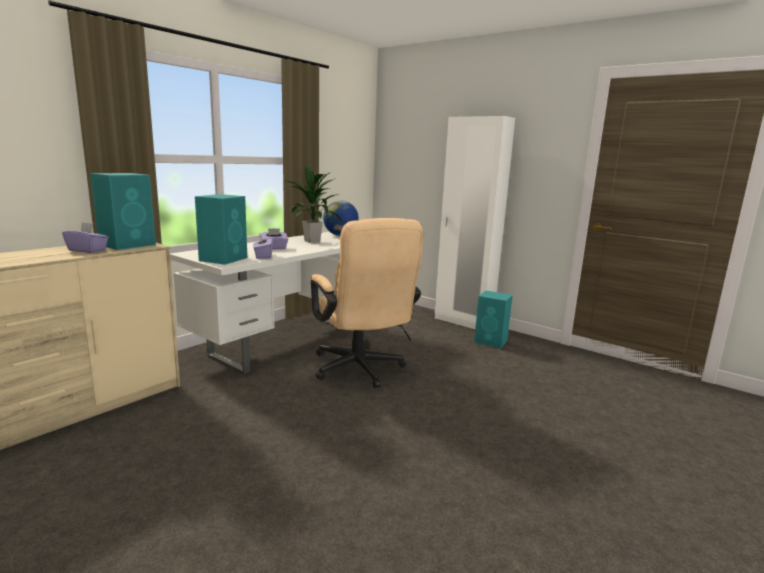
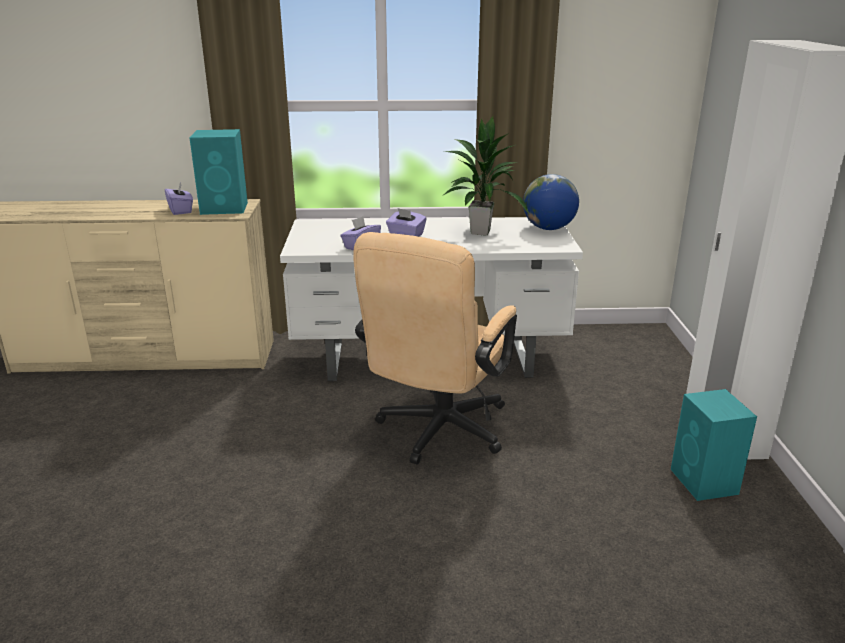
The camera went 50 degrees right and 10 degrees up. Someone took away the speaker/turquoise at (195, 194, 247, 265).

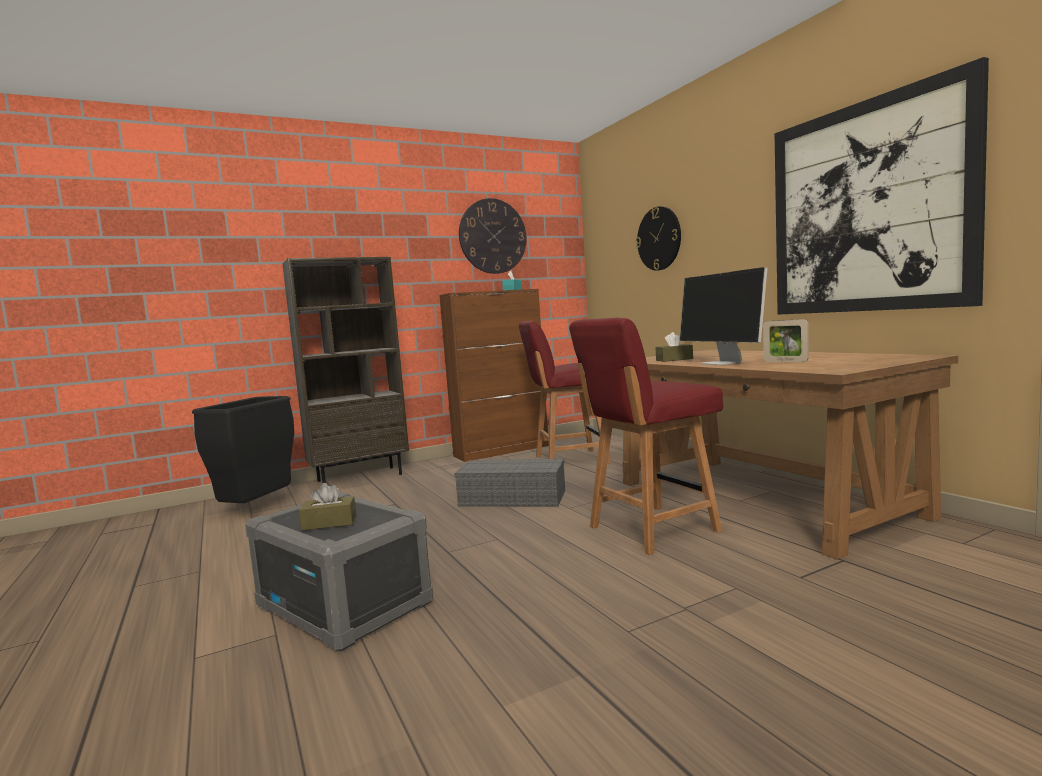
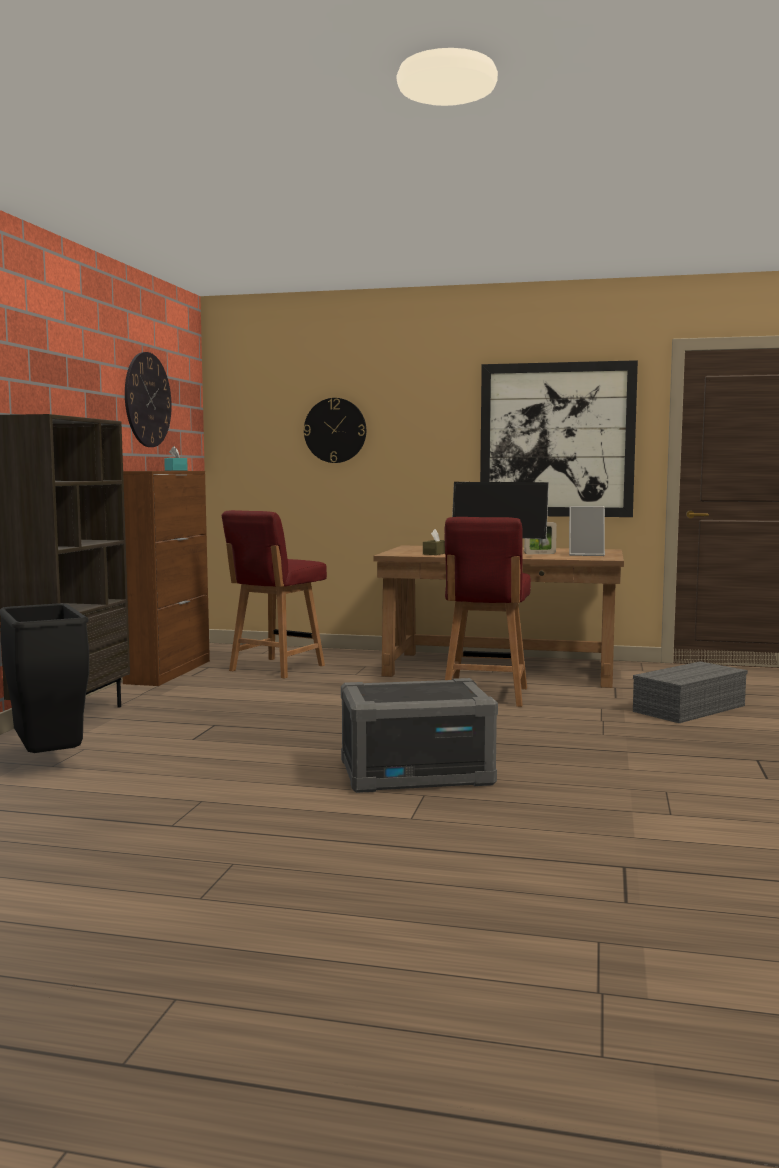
The camera went 50 degrees left and 0 degrees up. Someone took away the box of tissues/brownish at (299, 483, 356, 531). Someone carried the storage container/grey from (454, 459, 565, 507) to (633, 661, 748, 723). Someone put down the picture frame at (569, 506, 605, 556).

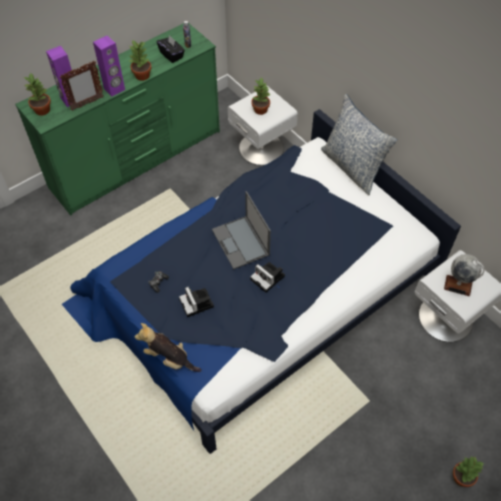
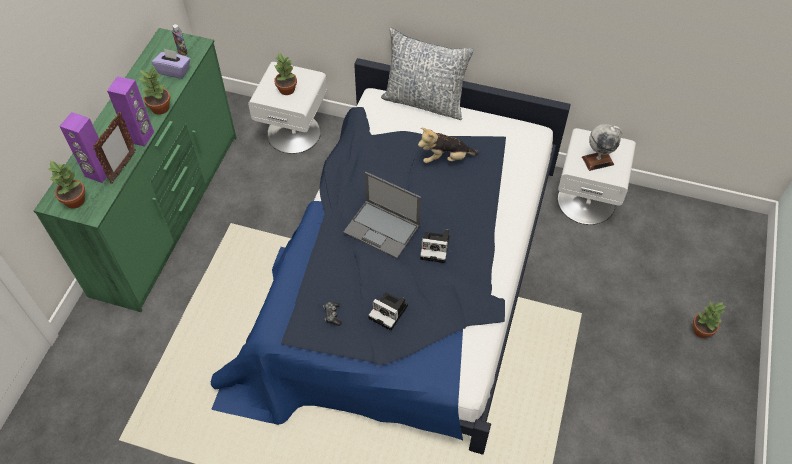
The camera went 35 degrees left and 0 degrees up. Someone carried the soft toy from (135, 323, 202, 372) to (418, 128, 480, 163). Someone repainted the box of tissues/black at (157, 35, 185, 63), which became the box of tissues/purple at (152, 48, 190, 79).

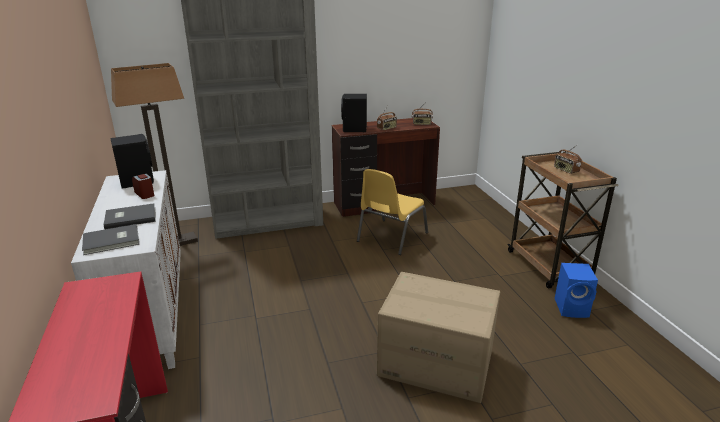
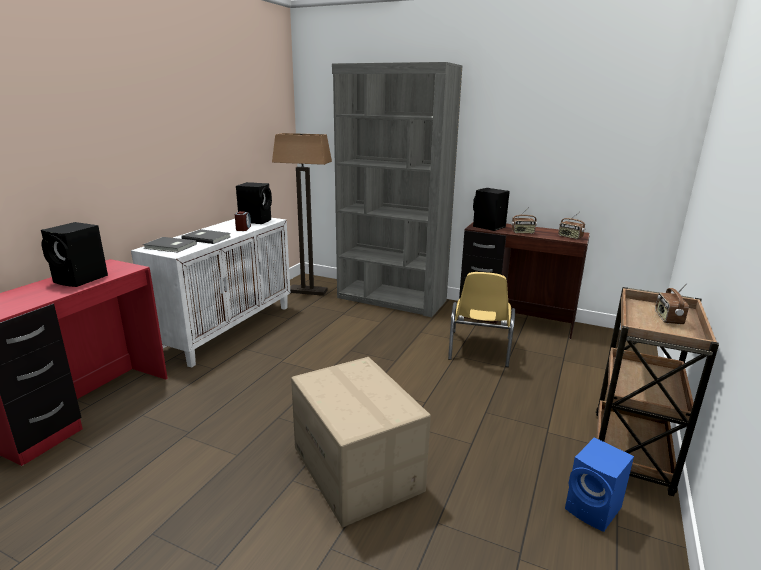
The camera went 40 degrees right and 5 degrees down. Someone rotated the upright chair/yellowish at (357, 169, 428, 255) by 60 degrees counterclockwise. Someone put down the speaker/black at (41, 222, 108, 287).

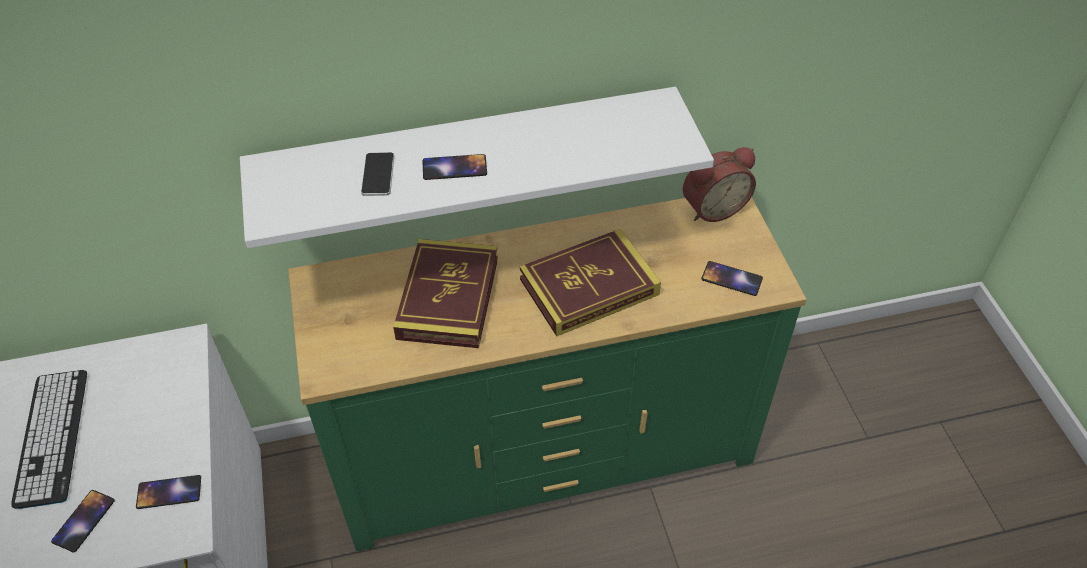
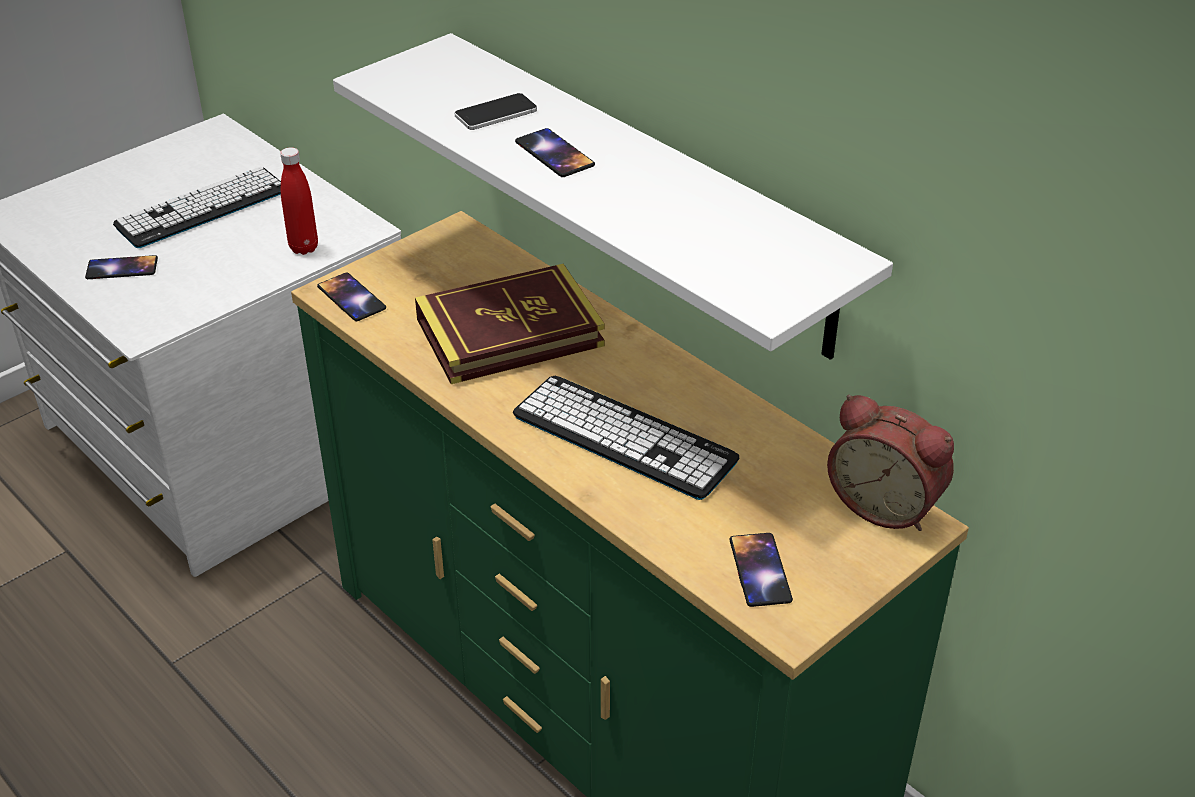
The camera went 60 degrees right and 10 degrees down. Someone carried the telephone from (136, 475, 201, 509) to (317, 273, 386, 321). Someone swapped the book at (520, 229, 661, 337) for the keyboard at (513, 376, 739, 500). Someone put down the beverage bottle/red-coloured at (280, 147, 318, 255).

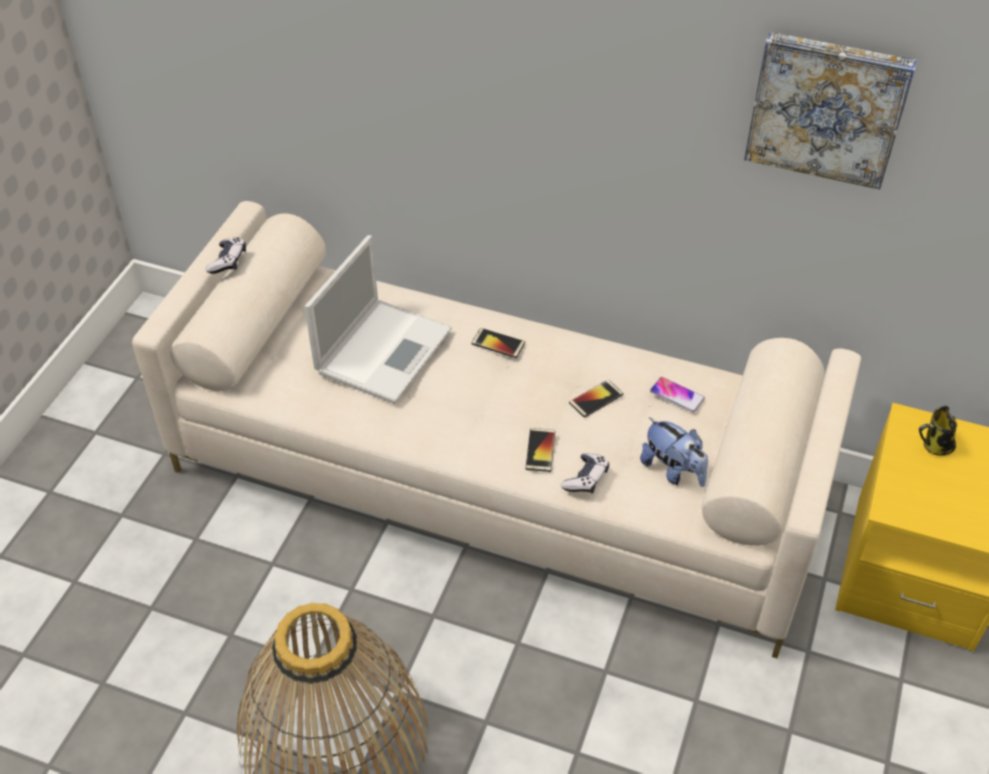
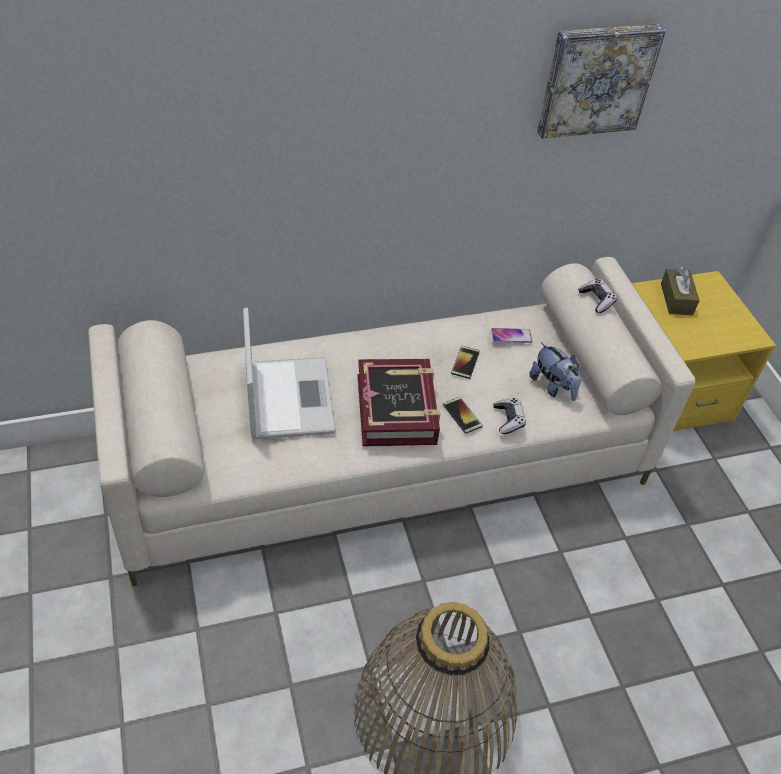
The camera went 40 degrees left and 0 degrees up. Someone carried the game controller from (206, 237, 246, 274) to (578, 279, 617, 313). Someone took away the telephone at (471, 328, 525, 358). Someone rotated the soft toy at (640, 417, 708, 487) by 45 degrees clockwise. Someone swapped the tea mug at (919, 406, 957, 456) for the box of tissues/brownish at (661, 267, 700, 315). Someone put down the book at (358, 359, 440, 446).

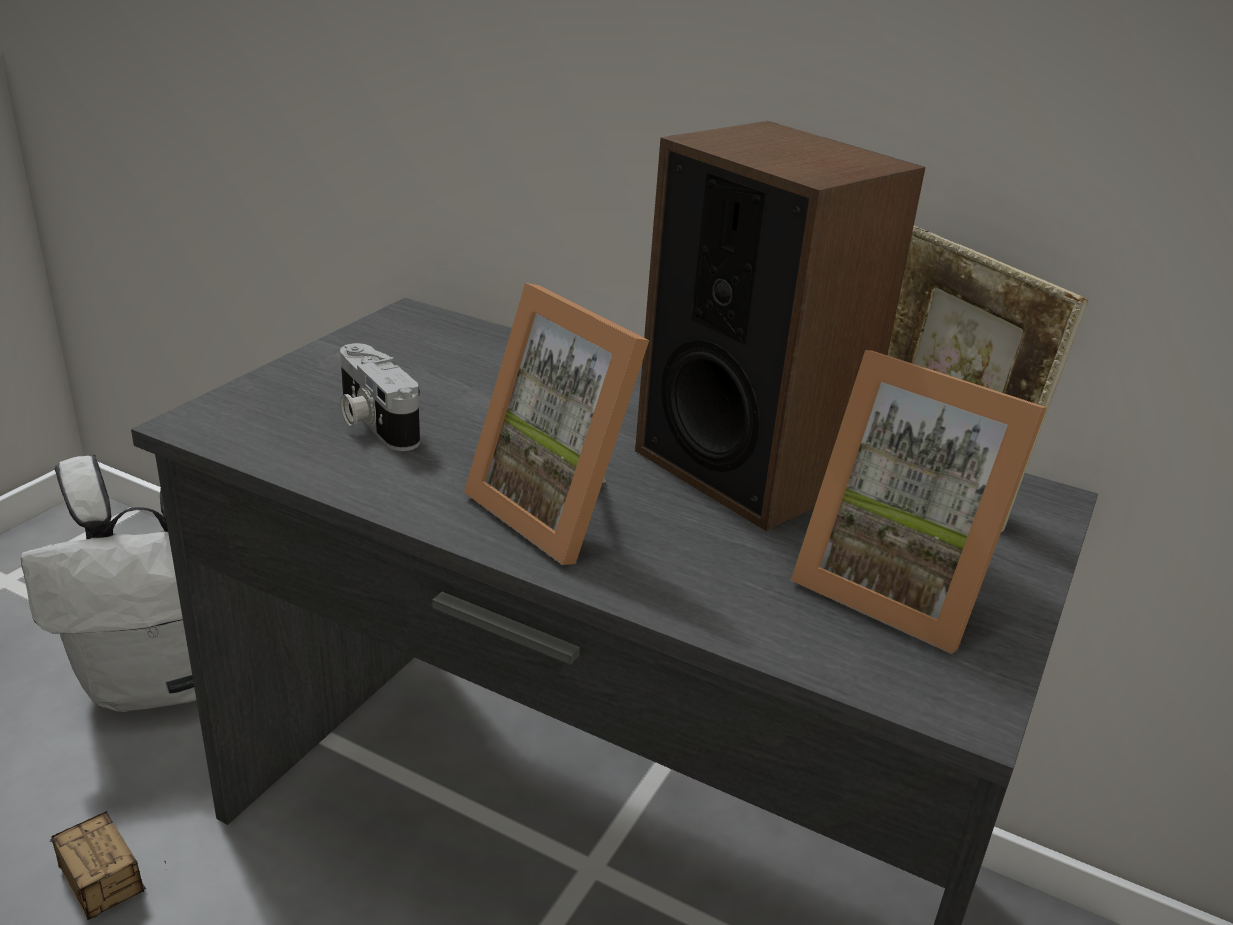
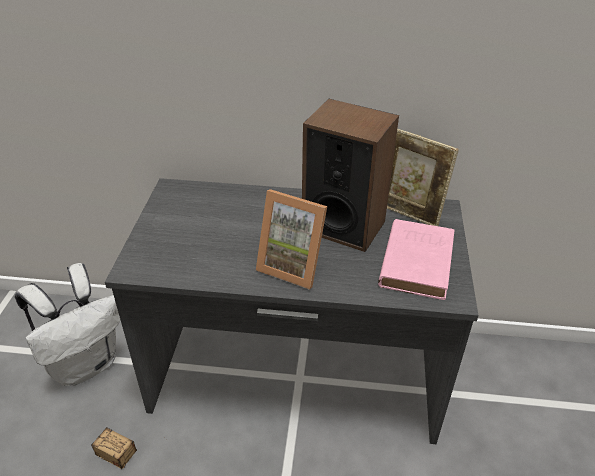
The camera went 20 degrees left and 10 degrees up. Someone took away the still camera at (340, 343, 420, 451). Someone swapped the picture frame at (791, 350, 1047, 654) for the book/pink-coloured at (378, 219, 454, 300).

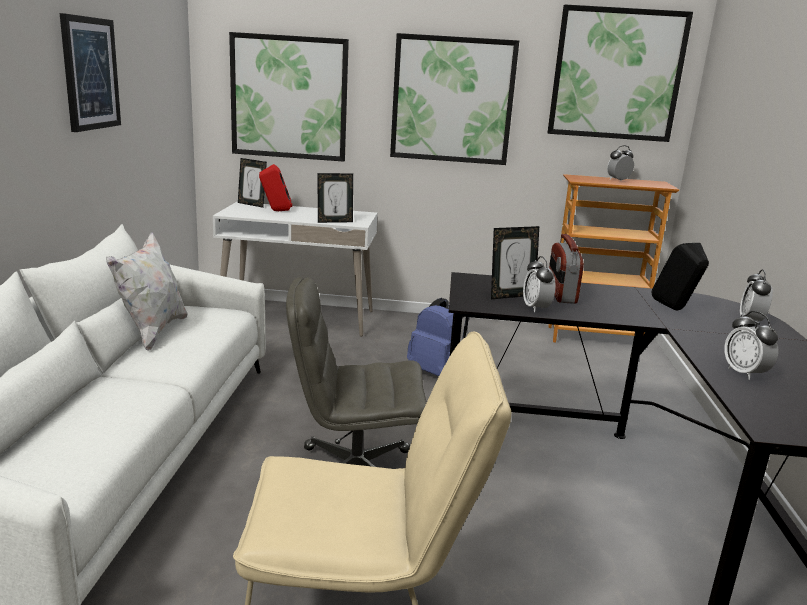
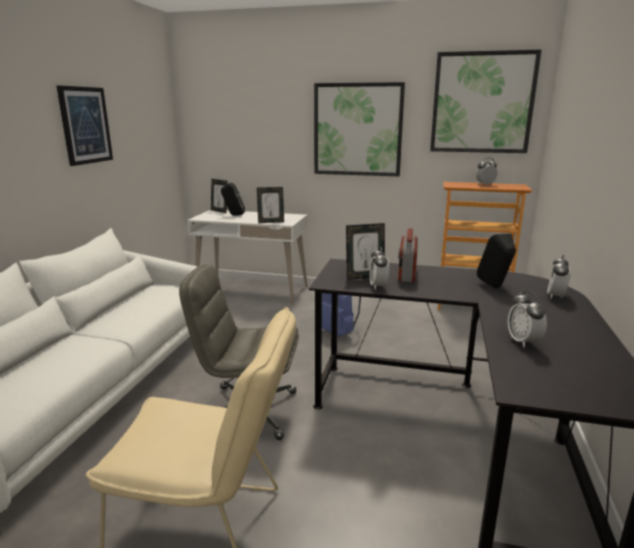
The camera went 10 degrees right and 0 degrees up. Someone took away the throw pillow/white at (106, 232, 188, 351). Someone took away the wall picture at (229, 32, 349, 162). Someone repainted the speaker/red-coloured at (259, 164, 292, 211), which became the speaker/black at (221, 182, 245, 216).

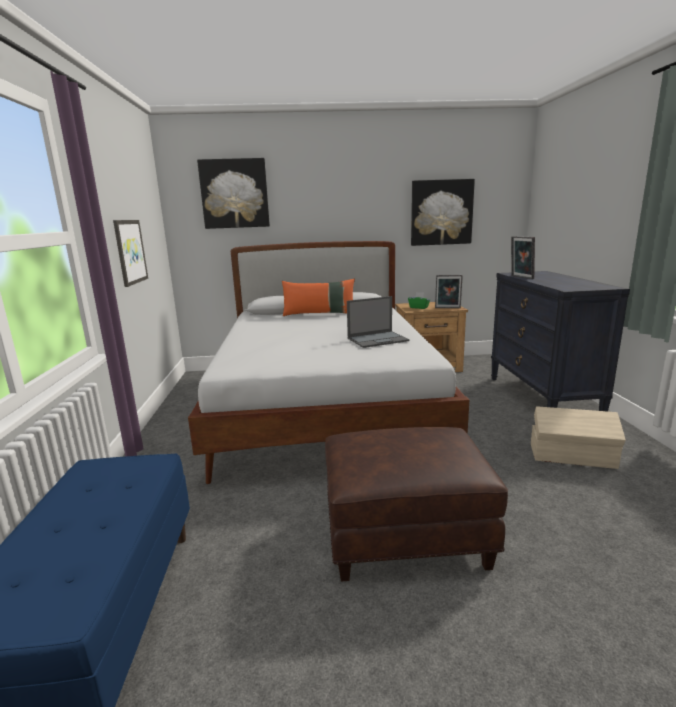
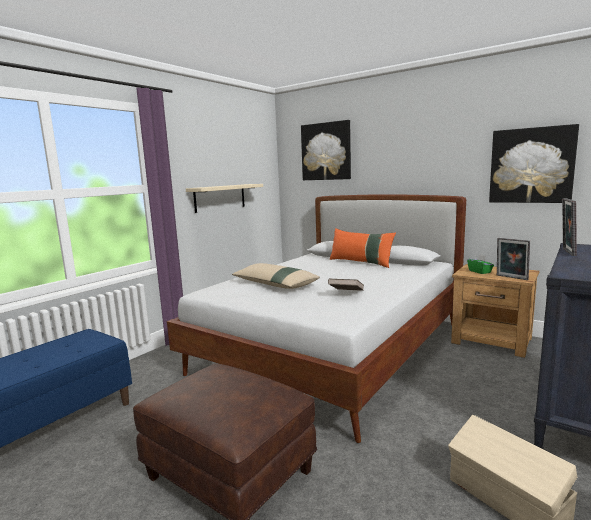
The camera went 40 degrees right and 5 degrees down. Someone swapped the wall picture at (113, 220, 148, 287) for the wall shelf/sand-coloured at (186, 184, 263, 213). Someone swapped the notebook computer at (347, 296, 410, 348) for the book/brownish at (328, 279, 364, 291). Someone put down the throw pillow/sand-coloured at (232, 263, 320, 289).

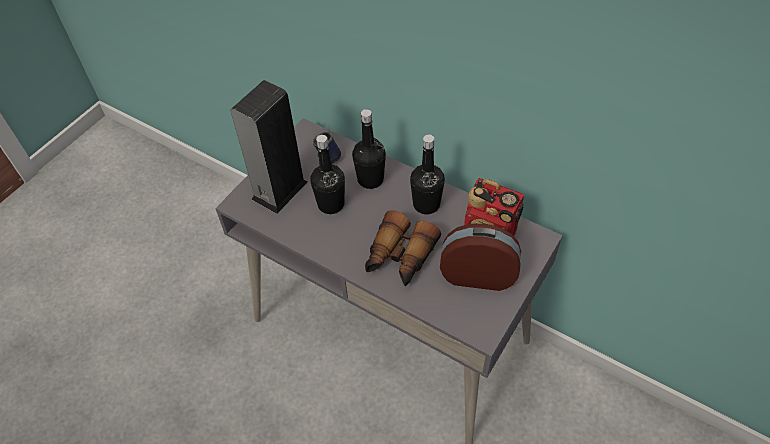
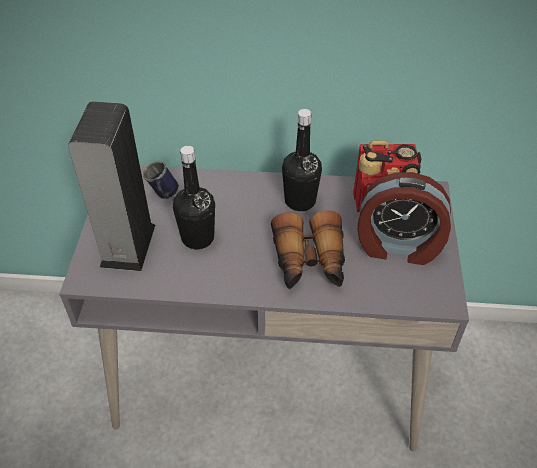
The camera went 30 degrees left and 5 degrees down. Someone took away the beverage bottle/black at (352, 109, 386, 189). Someone rotated the bedside clock at (440, 224, 521, 291) by 150 degrees counterclockwise.

